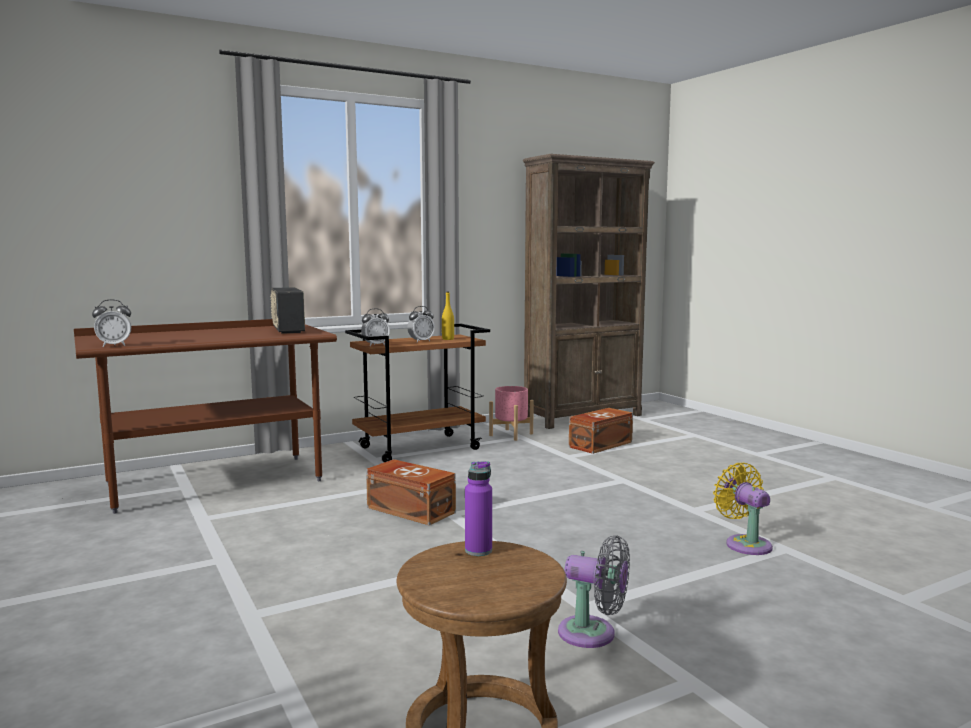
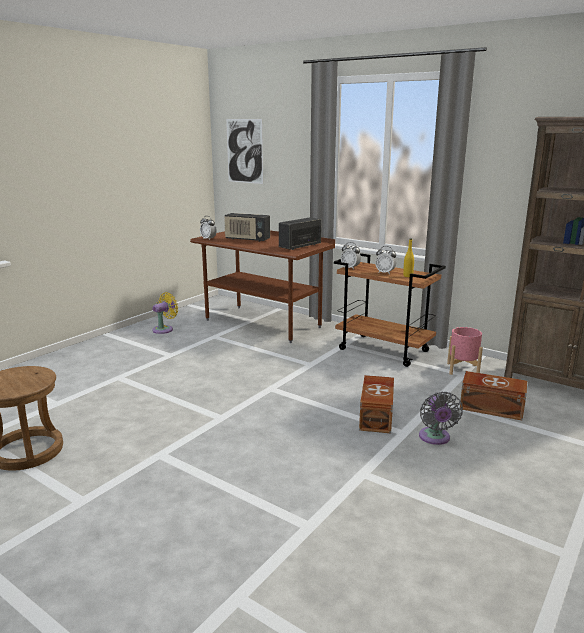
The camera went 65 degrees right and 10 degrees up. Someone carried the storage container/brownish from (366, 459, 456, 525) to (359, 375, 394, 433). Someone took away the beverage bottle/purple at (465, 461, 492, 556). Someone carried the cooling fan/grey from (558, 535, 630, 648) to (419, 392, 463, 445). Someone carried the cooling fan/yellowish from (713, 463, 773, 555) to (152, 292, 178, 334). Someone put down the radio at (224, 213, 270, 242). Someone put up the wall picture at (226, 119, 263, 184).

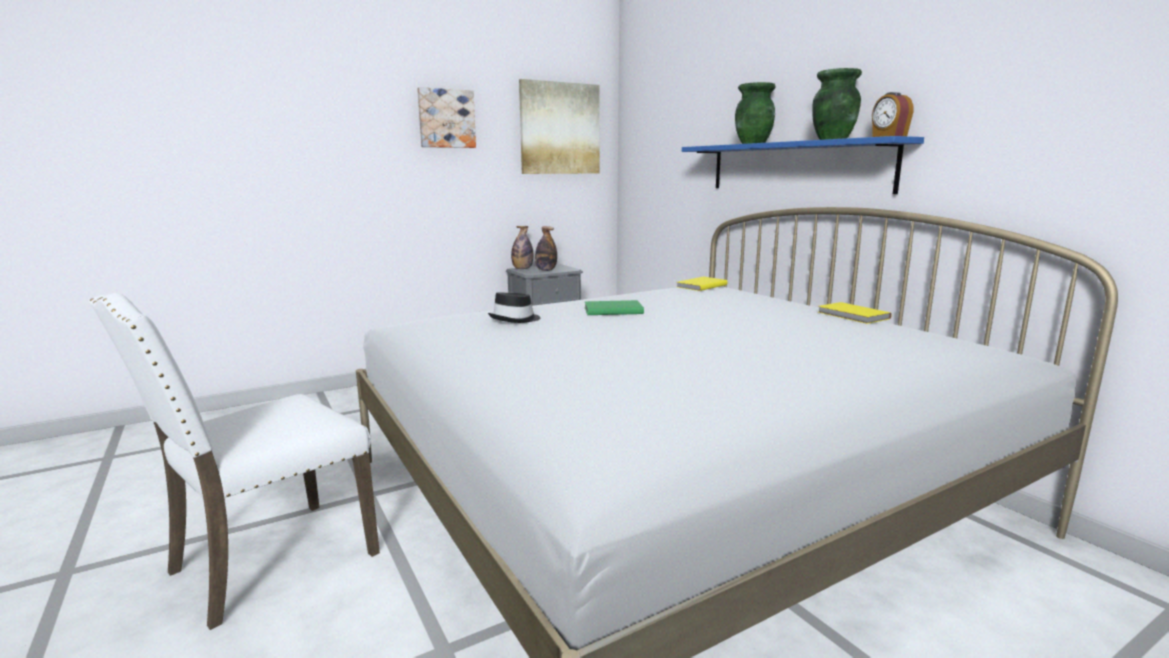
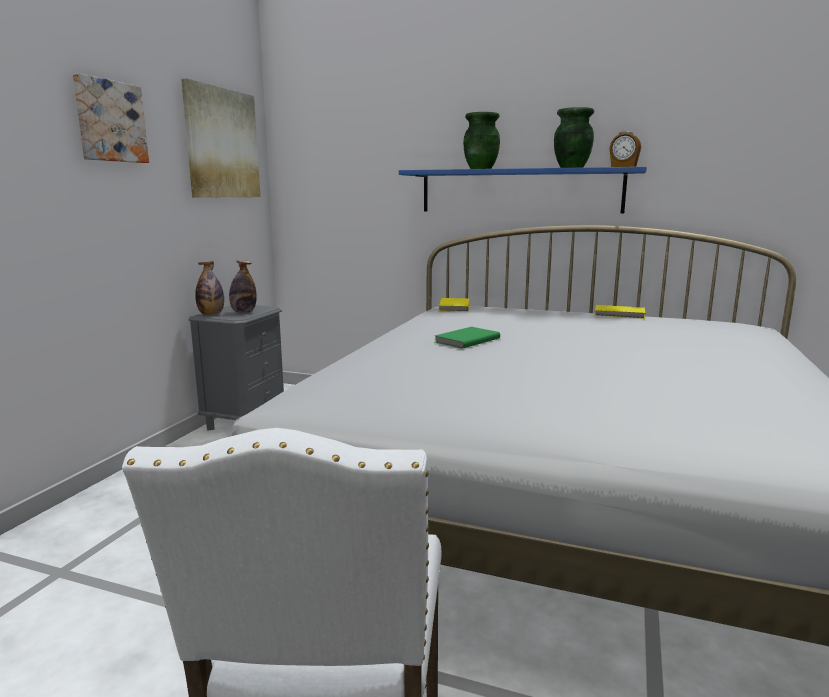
The camera went 40 degrees left and 0 degrees up. Someone took away the wearable hat/black at (488, 292, 540, 323).

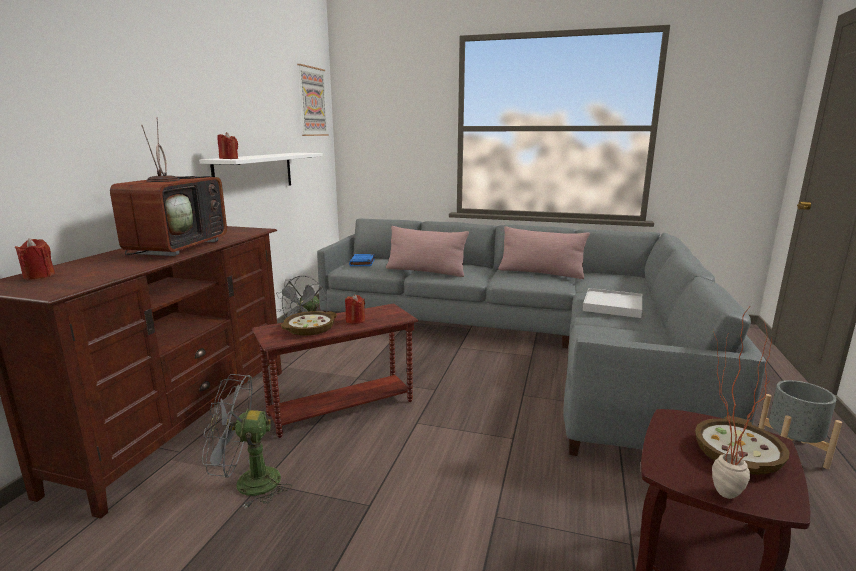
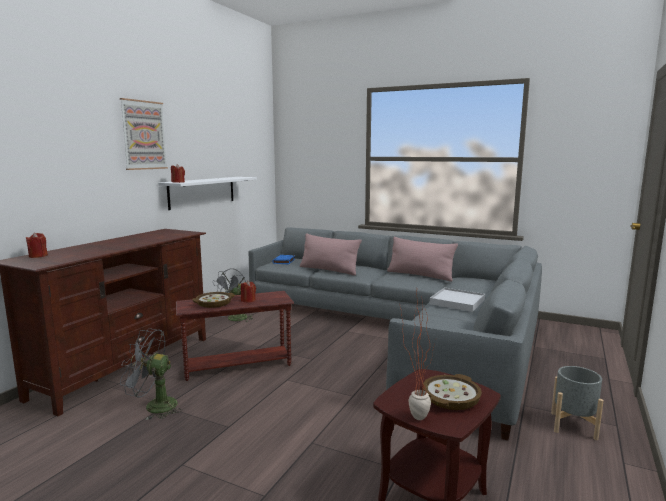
The camera went 10 degrees right and 5 degrees down. Someone took away the television at (110, 118, 227, 256). Someone carried the wall picture from (297, 64, 329, 136) to (120, 98, 168, 170).

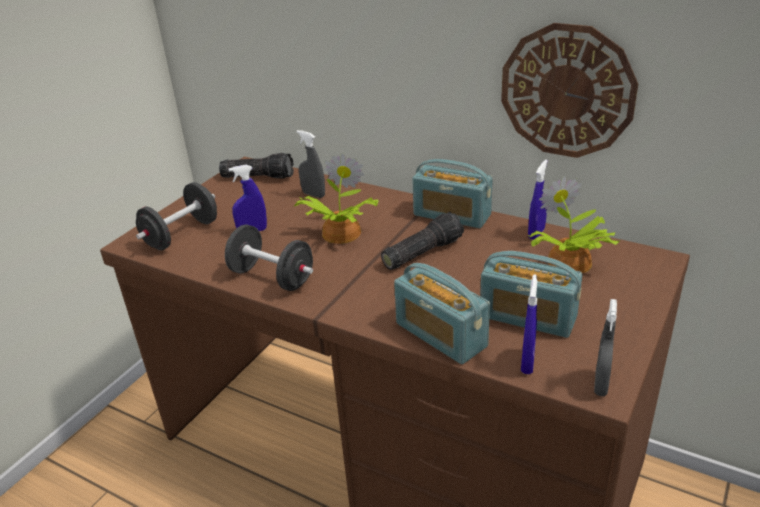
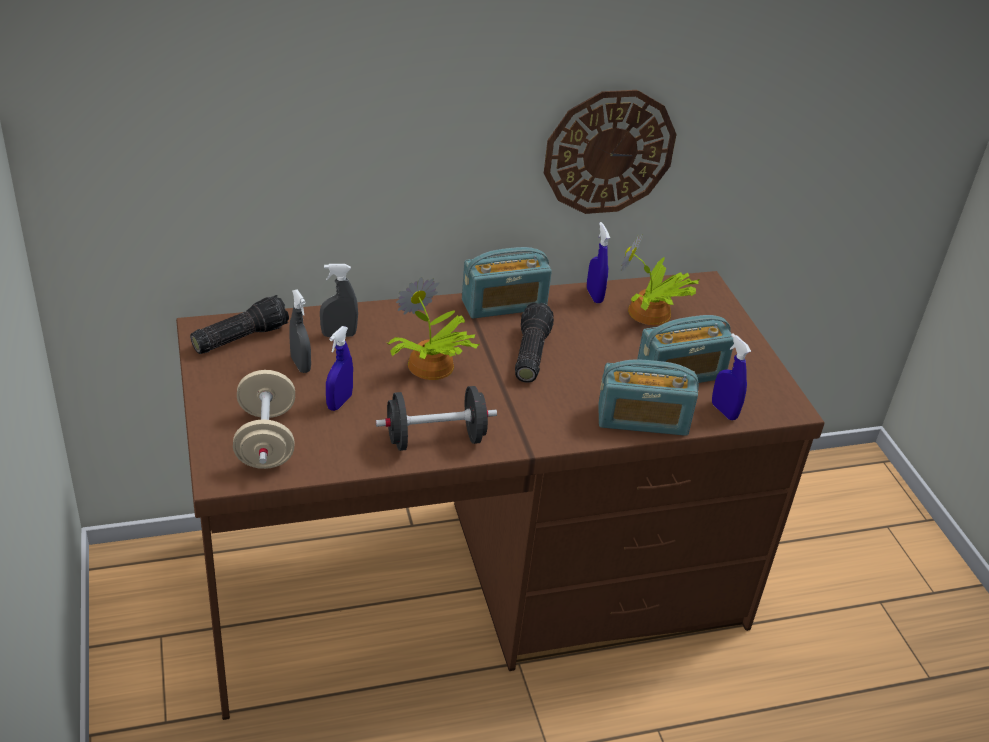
The camera went 50 degrees left and 5 degrees up. Someone repainted the free weight/black at (136, 182, 217, 250), which became the free weight/sand-coloured at (233, 370, 295, 469). Someone carried the sprayer/grey from (594, 299, 617, 396) to (289, 289, 311, 373).

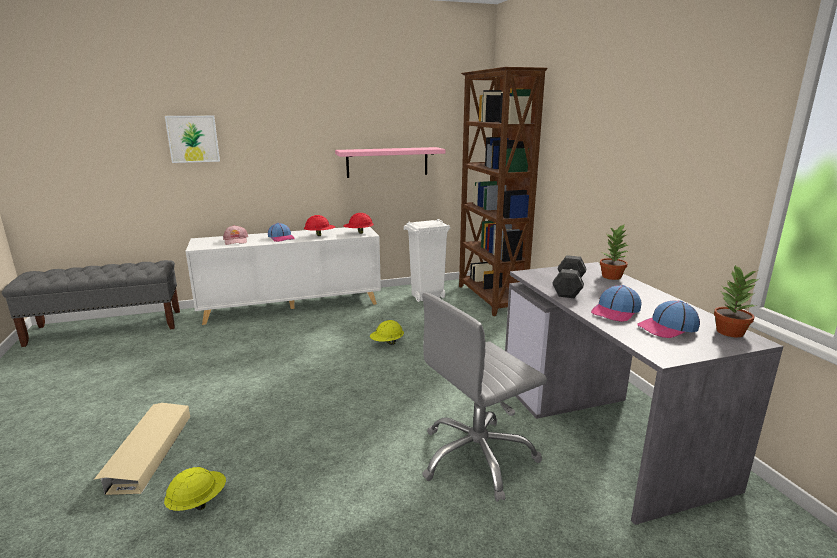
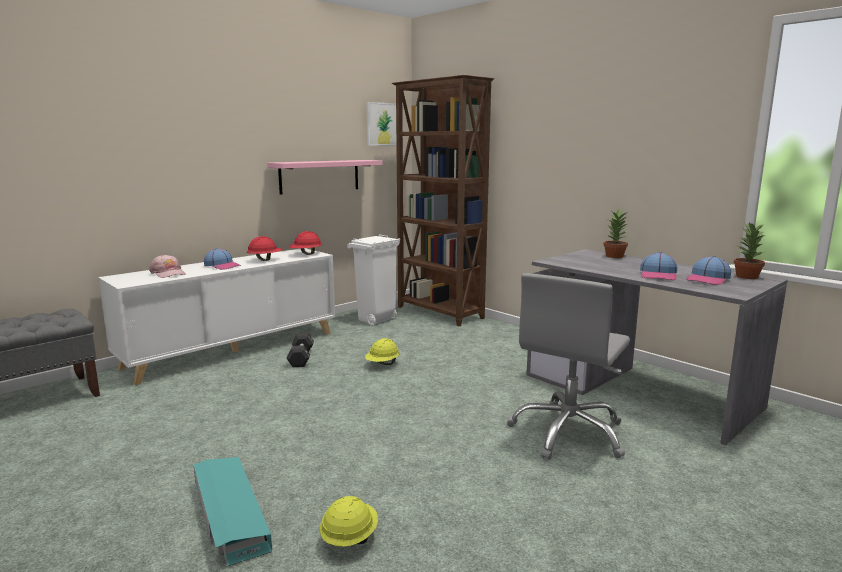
The camera went 25 degrees left and 5 degrees down. Someone repainted the storage container/sand-coloured at (94, 403, 190, 495), which became the storage container/turquoise at (194, 457, 273, 566). Someone carried the wall picture from (165, 116, 220, 163) to (367, 102, 396, 146). Someone carried the free weight/black from (552, 255, 586, 298) to (286, 333, 314, 367).

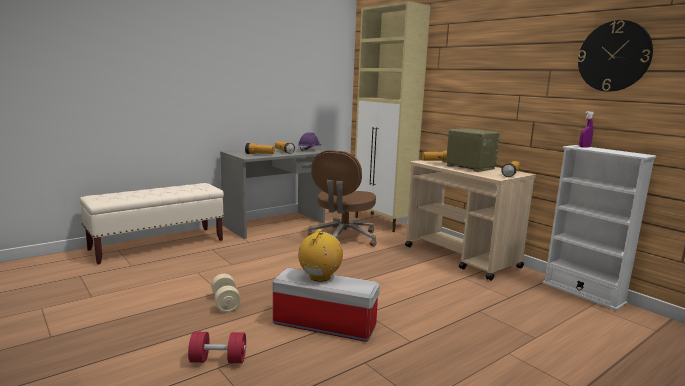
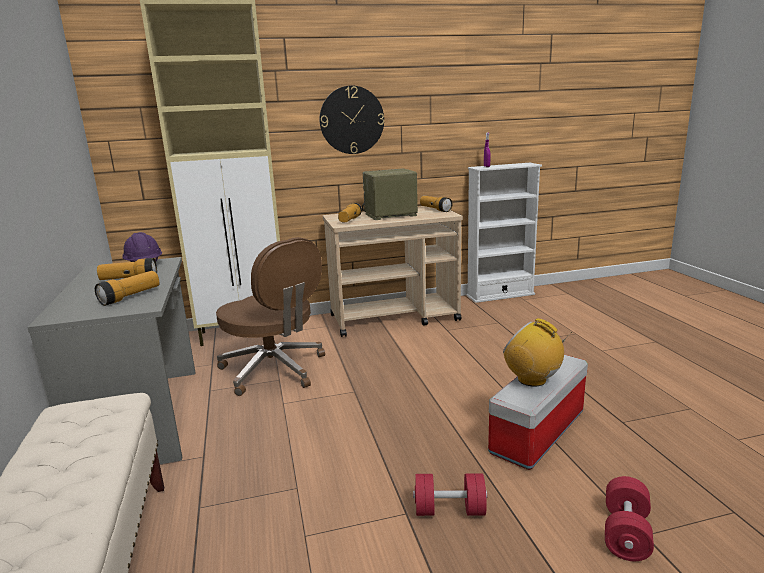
The camera went 65 degrees left and 5 degrees up. Someone repainted the free weight/sand-coloured at (211, 274, 241, 312), which became the free weight/red-coloured at (413, 473, 487, 516). Someone carried the wall clock from (578, 20, 653, 92) to (320, 86, 384, 154).

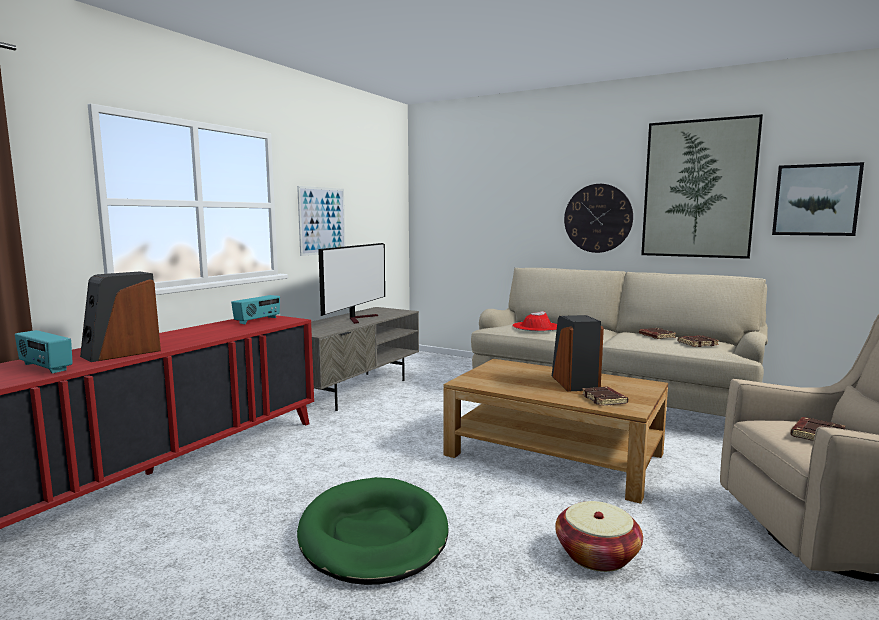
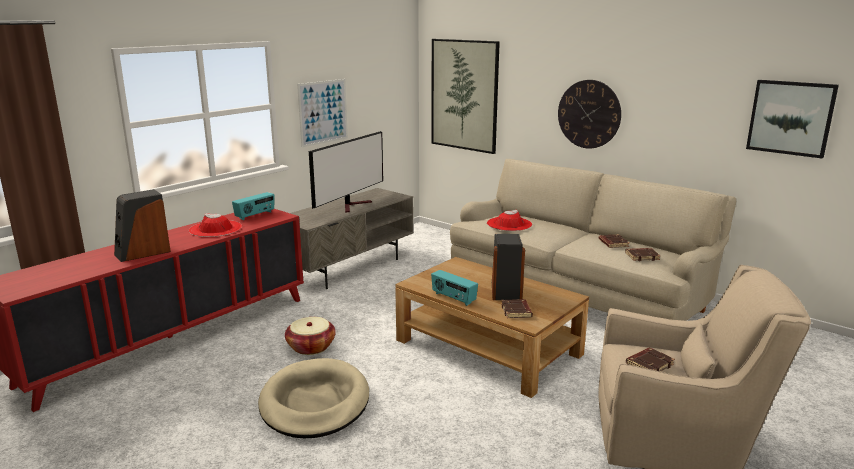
The camera went 10 degrees right and 10 degrees up. Someone carried the radio from (15, 330, 73, 374) to (431, 270, 478, 306). Someone repainted the dog cushion/greenish at (297, 477, 449, 585), which became the dog cushion/sand-coloured at (258, 358, 369, 438). Someone carried the basket from (555, 501, 643, 572) to (285, 317, 336, 355). Someone carried the wall picture from (641, 114, 763, 259) to (431, 39, 500, 154). Someone put down the wearable hat/red-coloured at (189, 213, 242, 237).

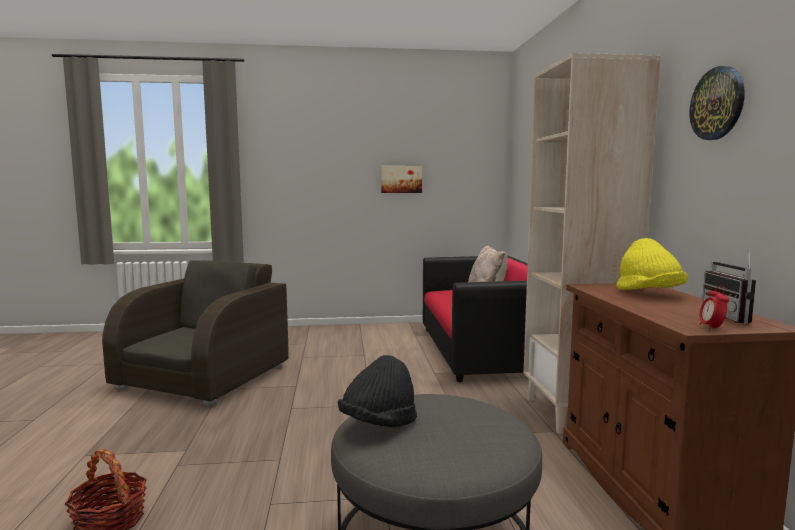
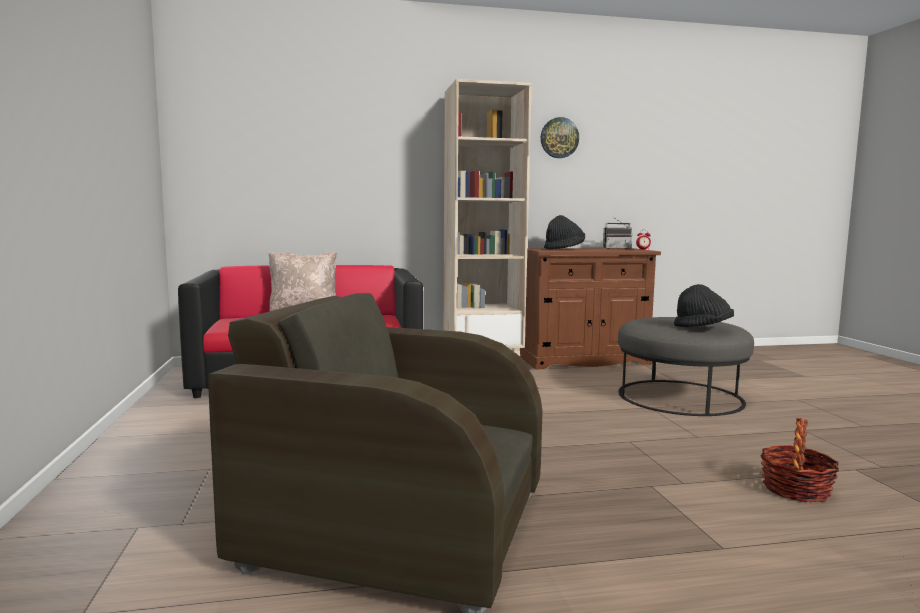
The camera went 95 degrees left and 0 degrees up. Someone took away the wall picture at (381, 166, 422, 193). Someone repainted the wearable hat/yellowish at (616, 238, 688, 290), which became the wearable hat/black at (544, 215, 585, 250).

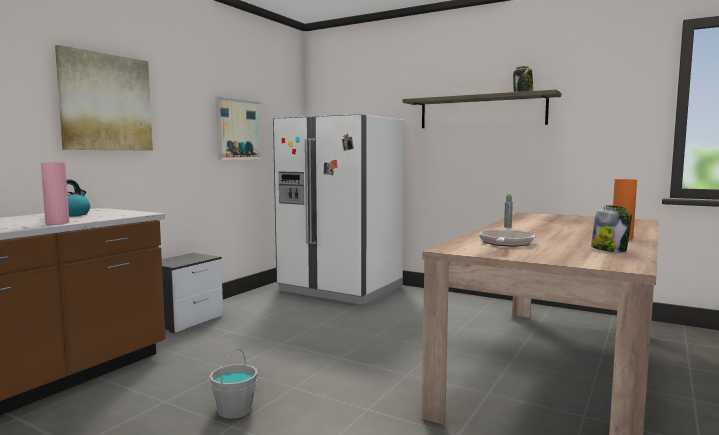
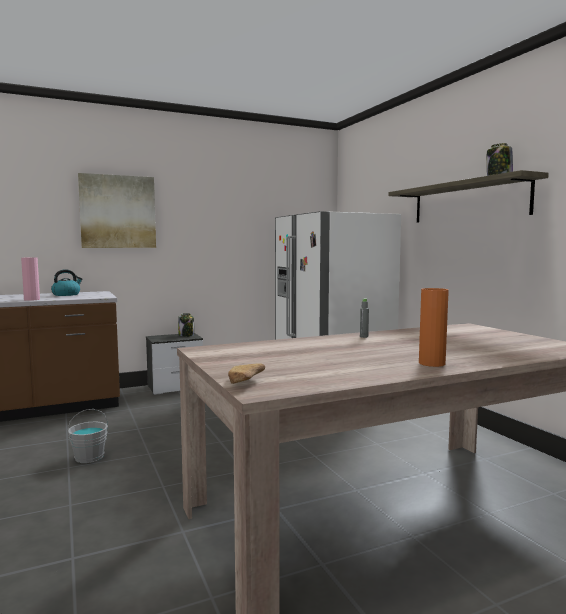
The camera went 35 degrees right and 0 degrees up. Someone took away the wall picture at (216, 96, 263, 160). Someone took away the skillet at (479, 230, 535, 247). Someone carried the storage jar from (591, 205, 632, 252) to (178, 313, 194, 337). Someone put down the baked bread at (228, 363, 265, 384).

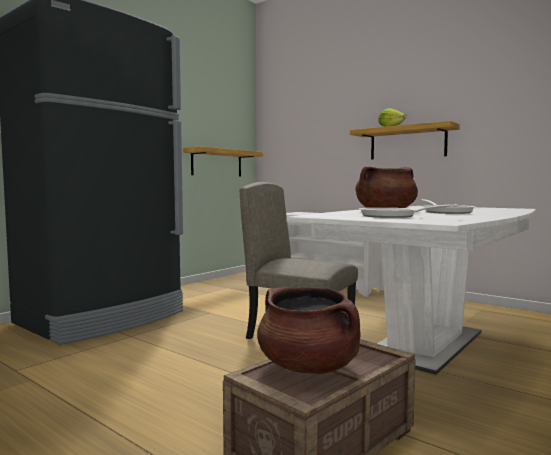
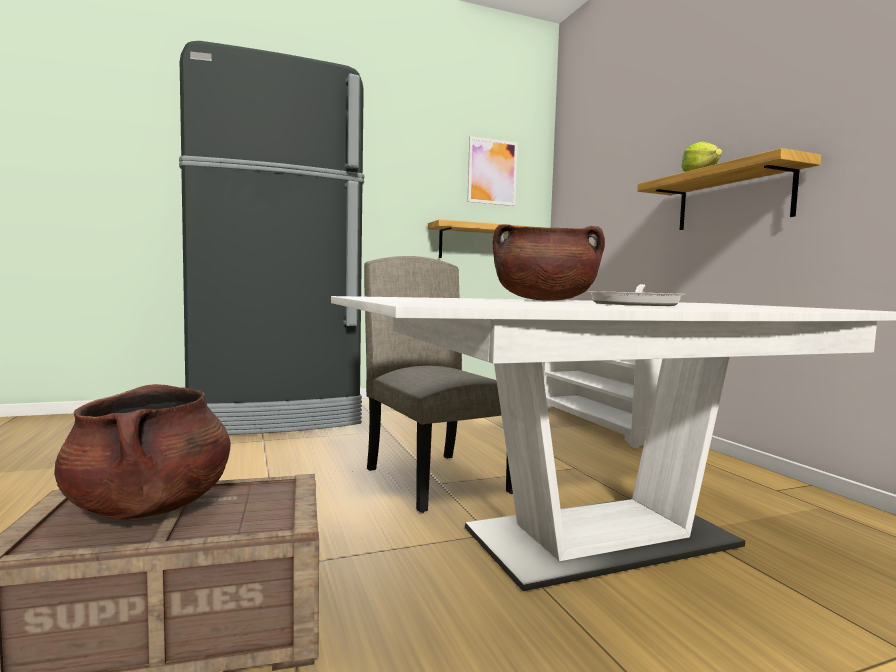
The camera went 30 degrees right and 0 degrees up. Someone took away the skillet at (359, 204, 458, 218). Someone put up the wall picture at (467, 136, 518, 206).

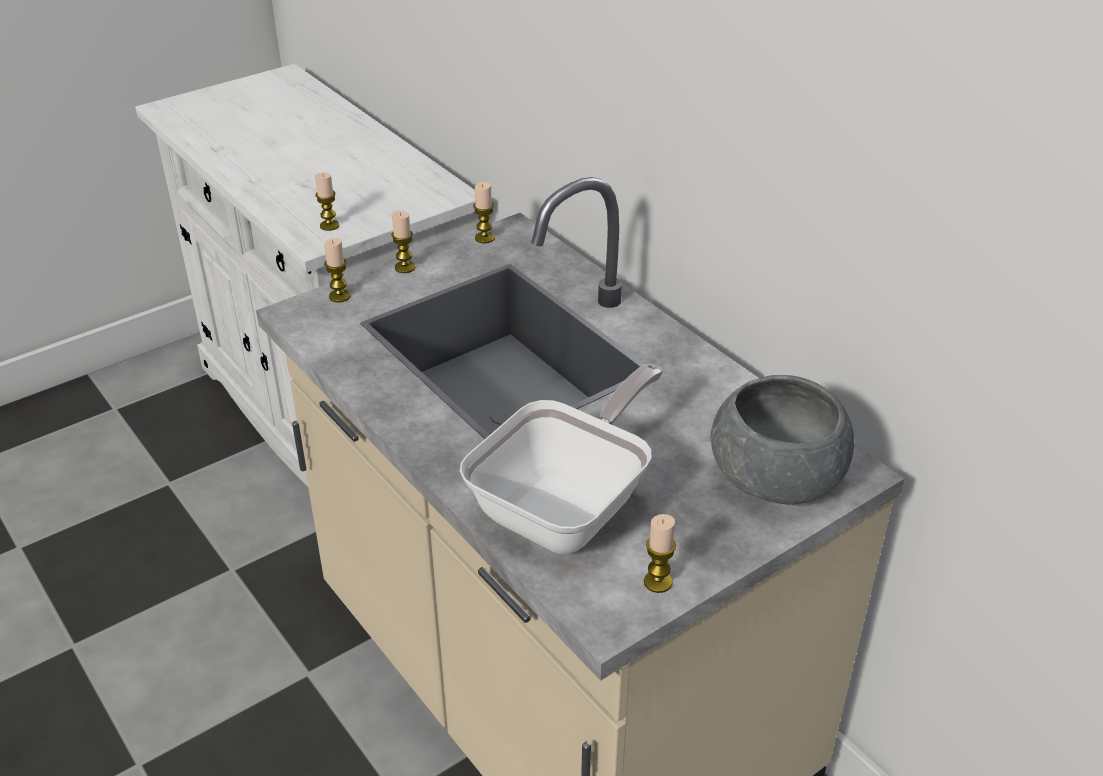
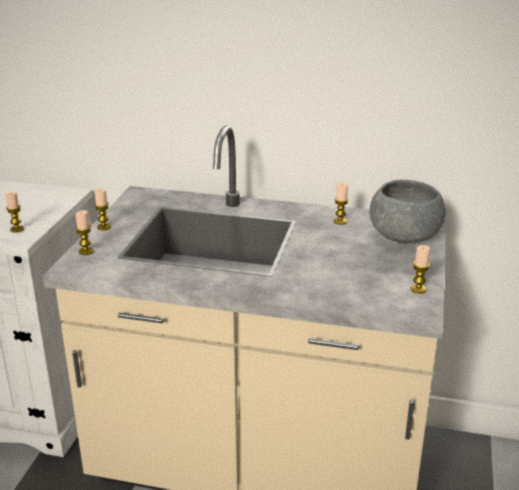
The camera went 40 degrees left and 10 degrees down. Someone took away the skillet at (460, 364, 663, 554). Someone carried the wax candle from (473, 182, 495, 243) to (334, 183, 349, 225).

